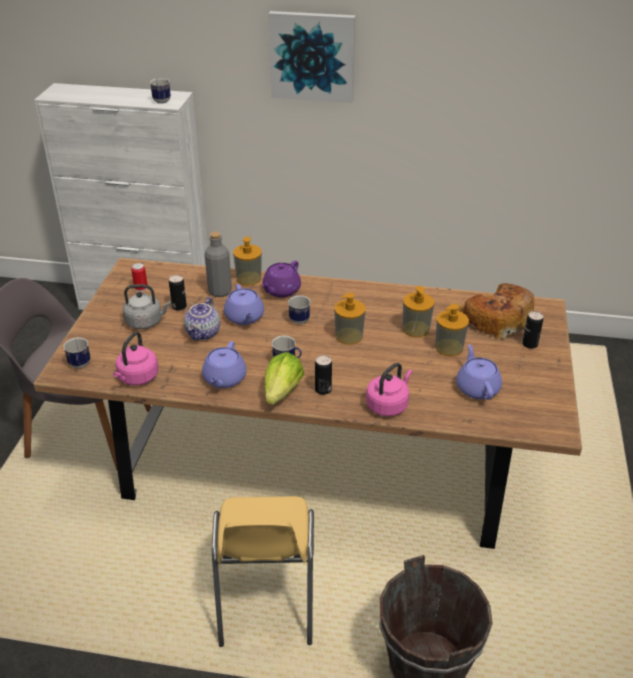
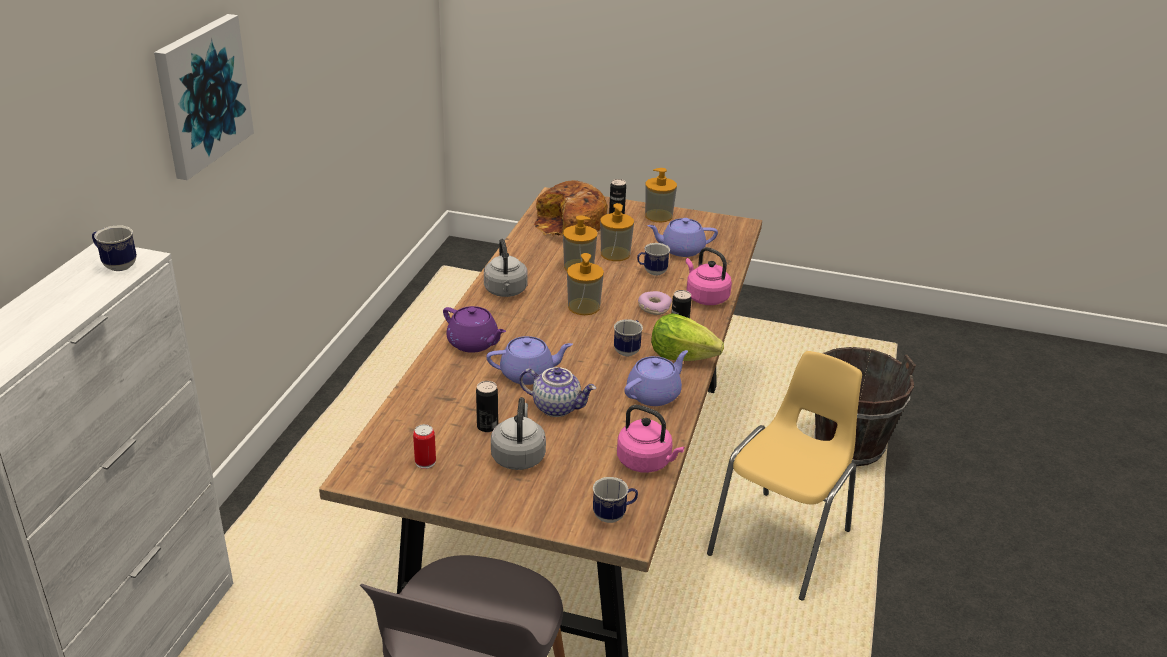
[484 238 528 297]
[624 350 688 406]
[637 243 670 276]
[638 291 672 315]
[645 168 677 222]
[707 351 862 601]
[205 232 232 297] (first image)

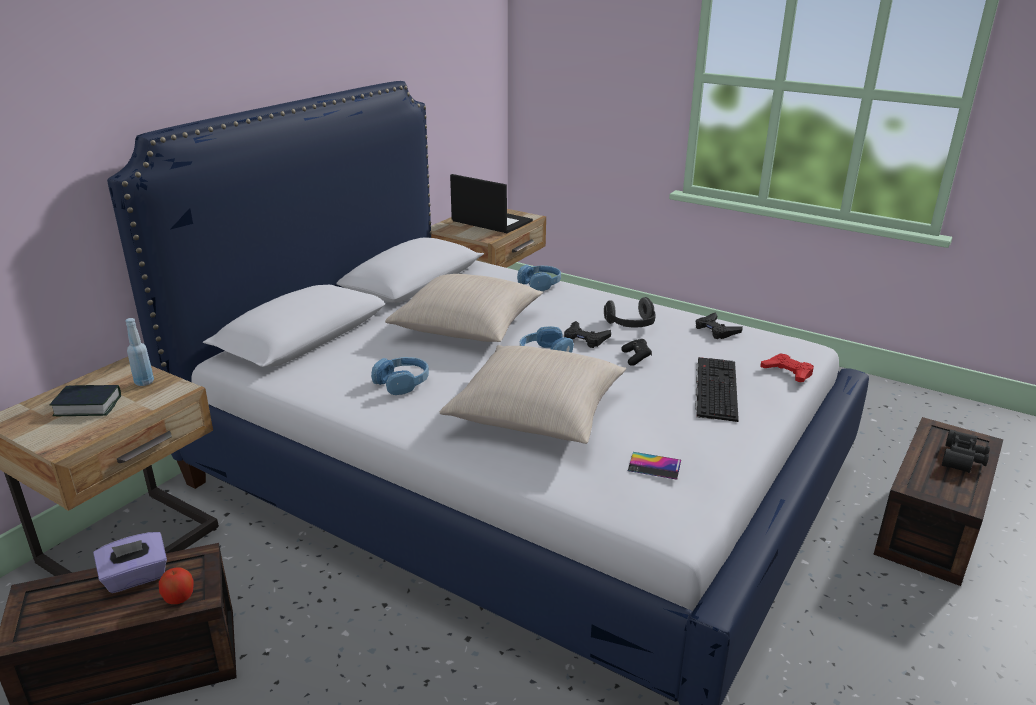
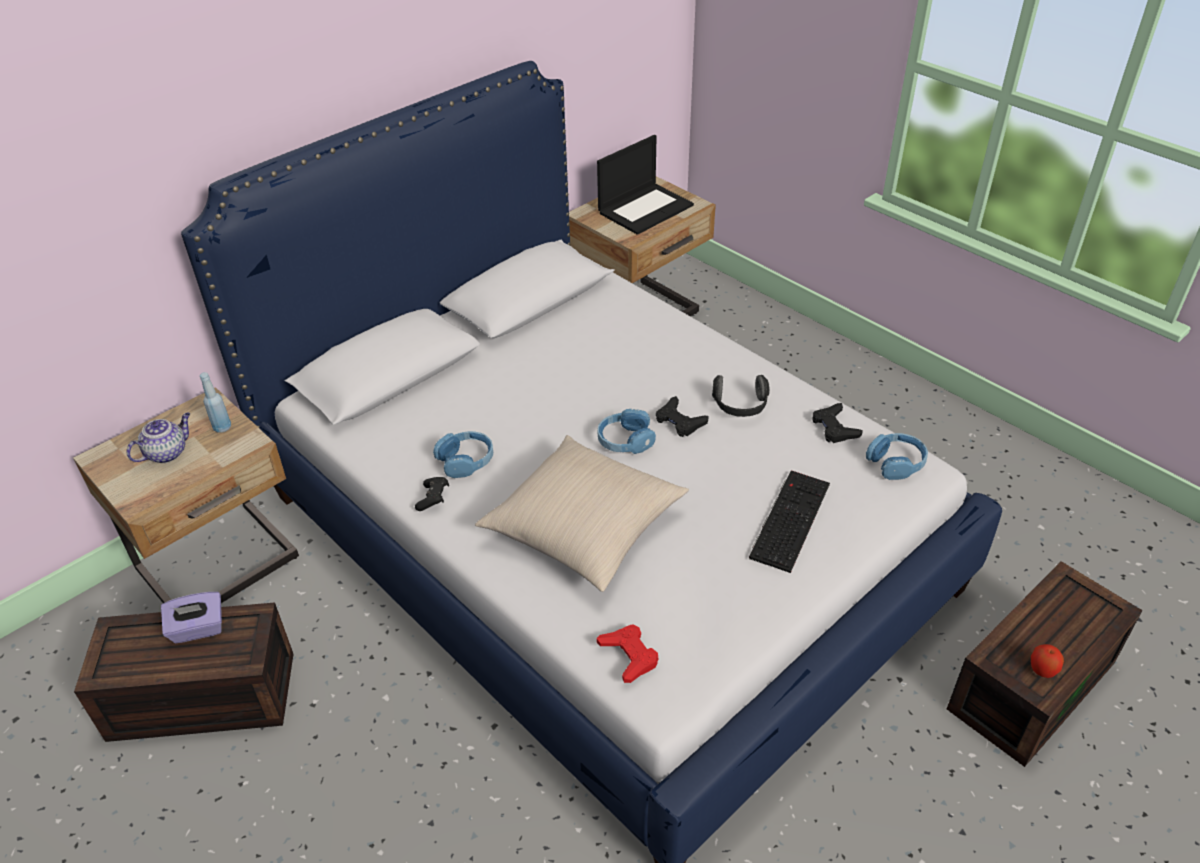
[126 413 190 463]
[415 477 449 511]
[596 624 658 683]
[597 135 694 235]
[866 433 928 480]
[1031 644 1064 678]
[385 274 543 342] (first image)
[628 452 681 480] (first image)
[942 429 990 473] (first image)

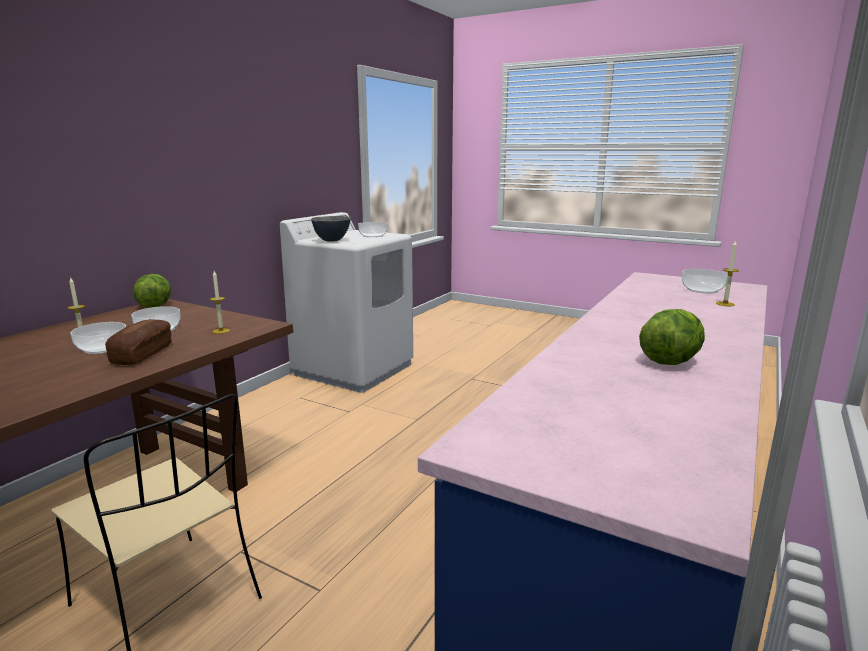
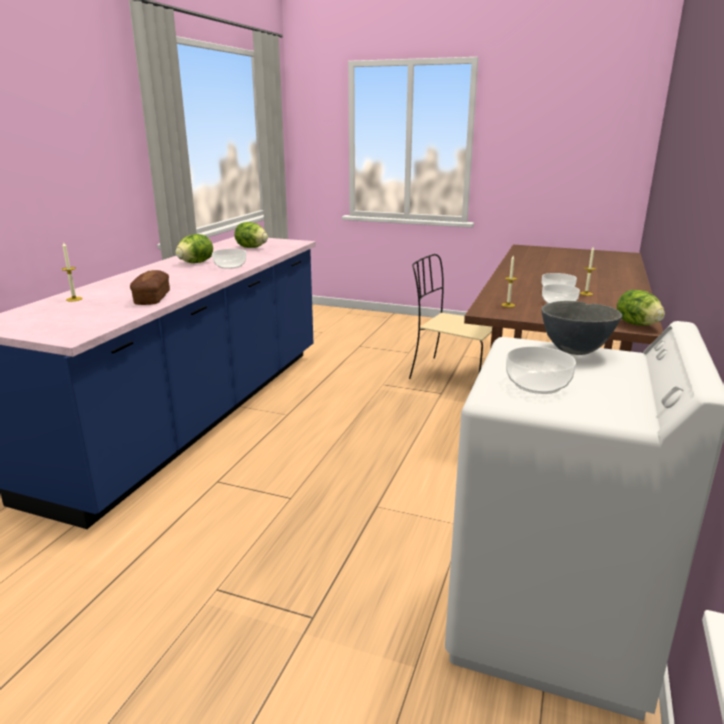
[130 270 170 305]
[212 249 246 269]
[234 222 268 248]

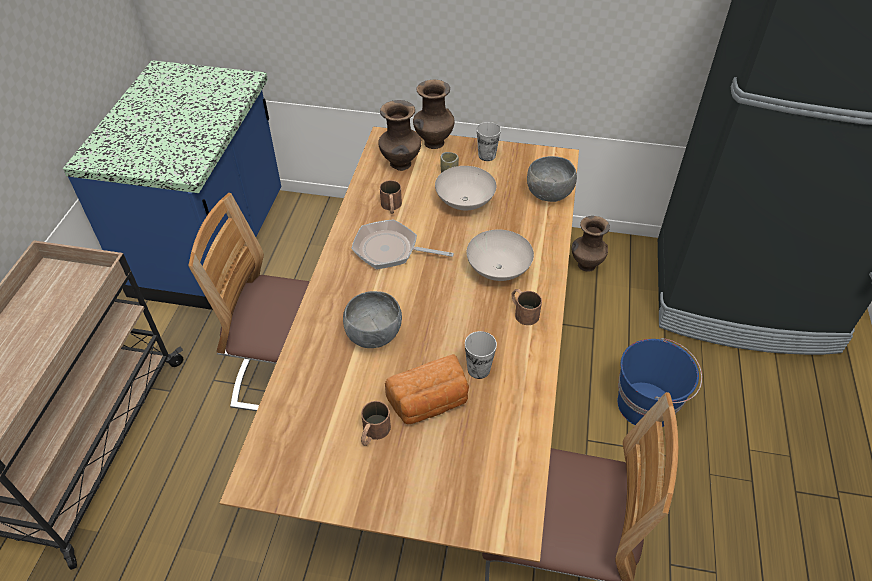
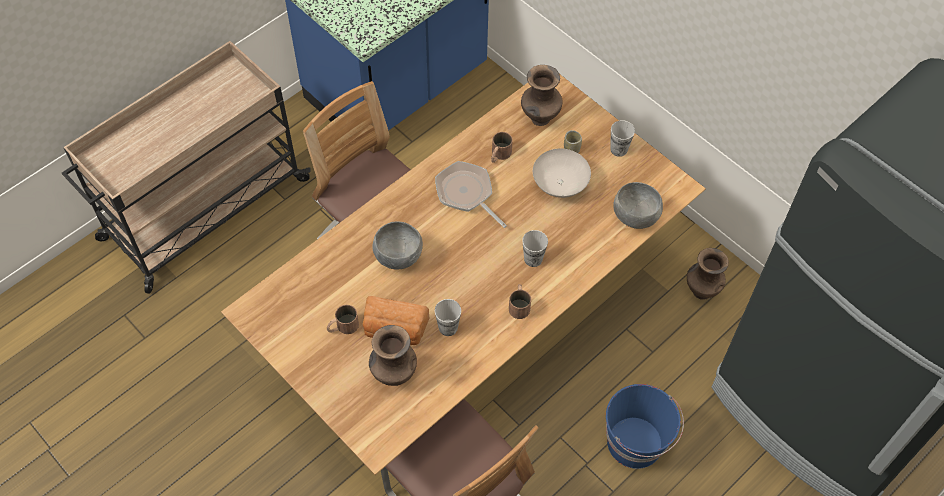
[369 325 417 386]
[522 230 548 267]

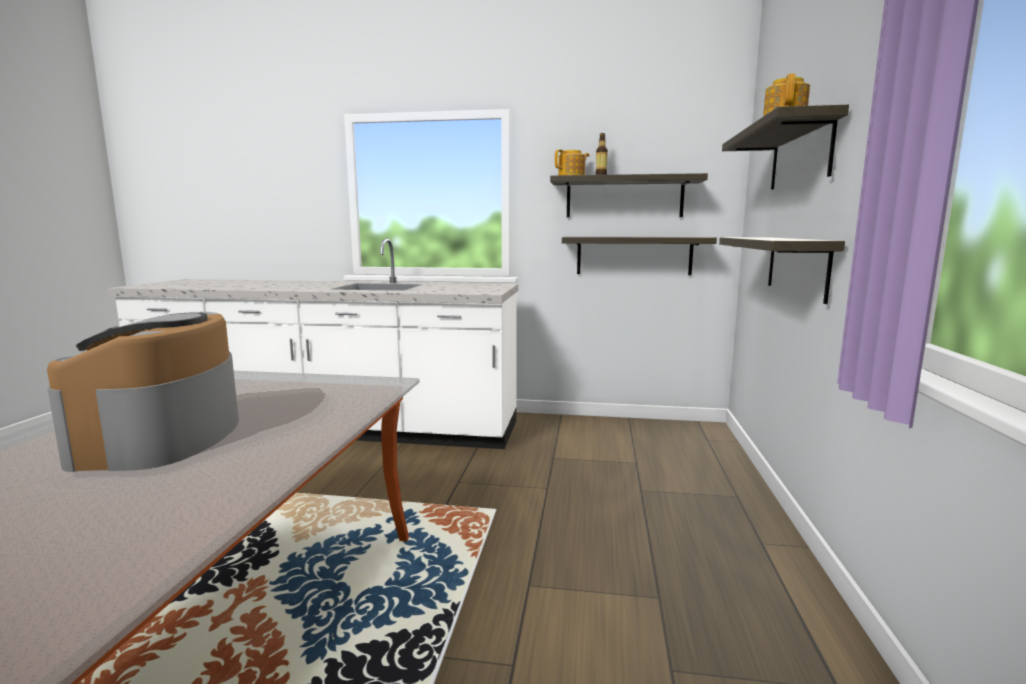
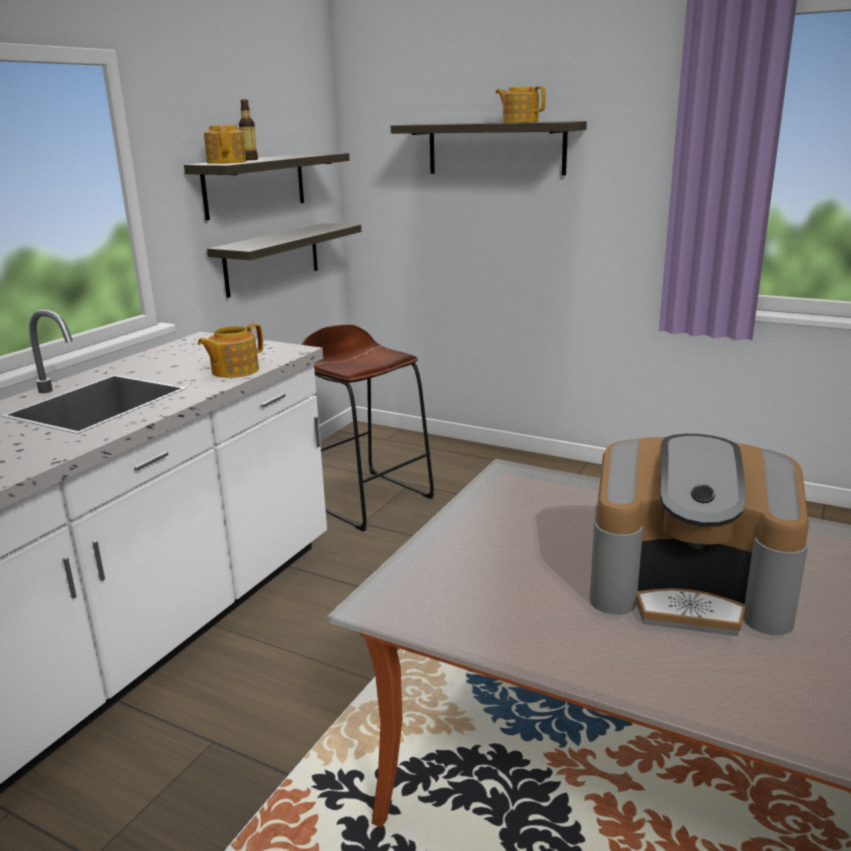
[198 323 263 378]
[302 325 434 531]
[719 237 845 304] (first image)

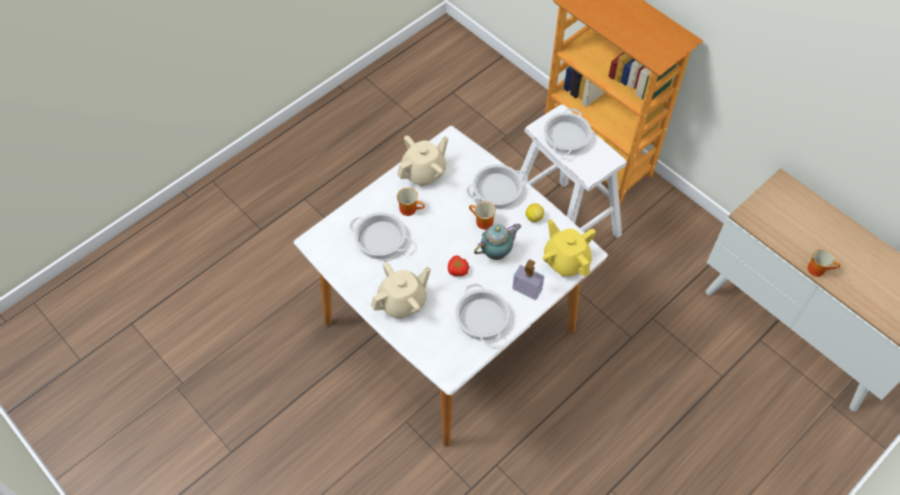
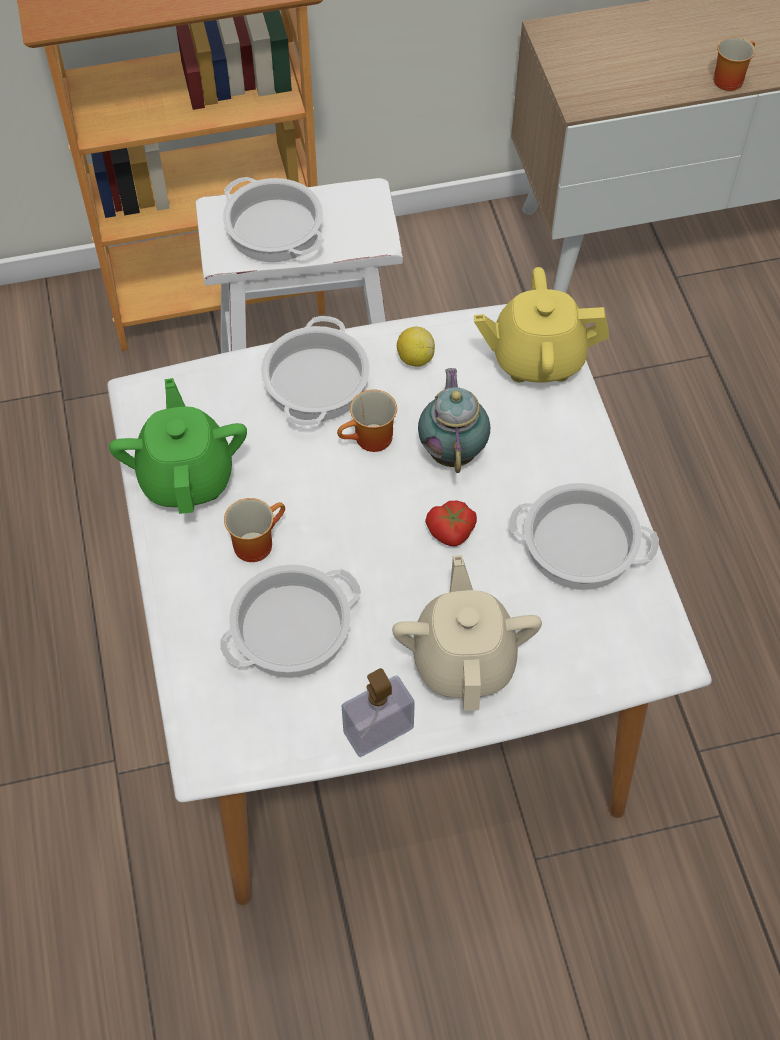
[109 378 247 514]
[342 668 415 757]

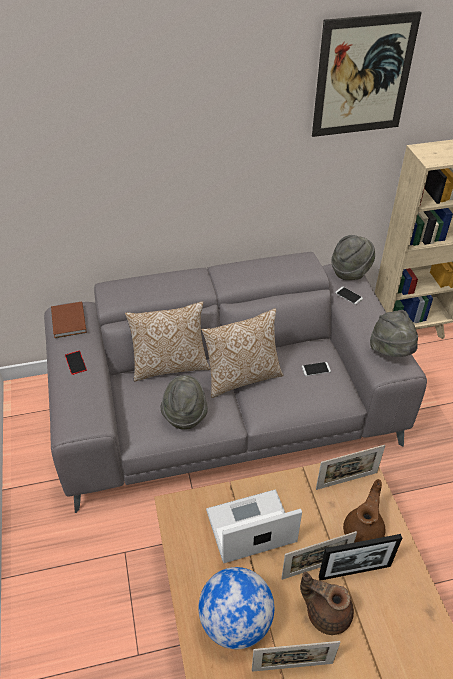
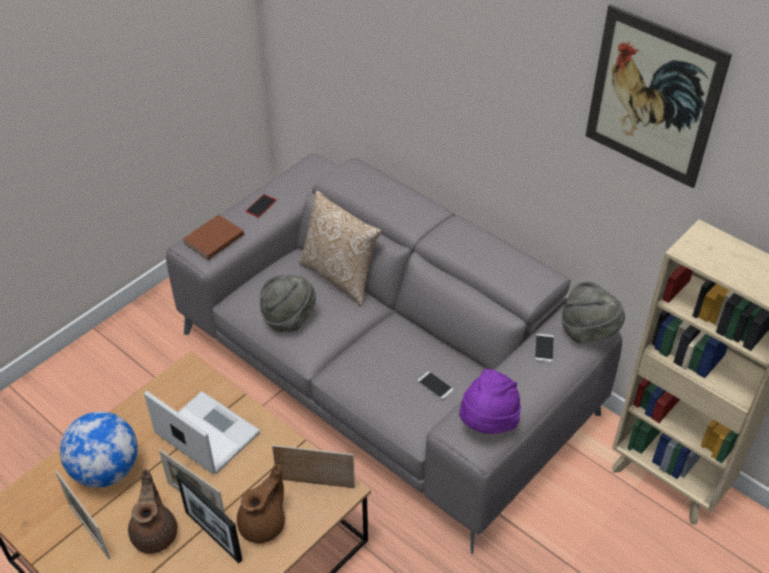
[183 214 244 260]
[237 464 285 543]
[272 445 355 488]
[459 369 521 434]
[202 308 283 398] (first image)

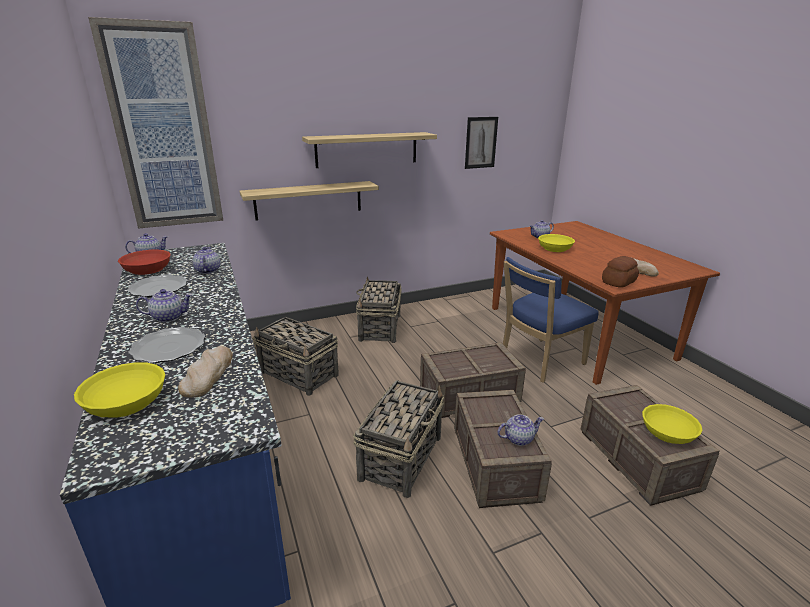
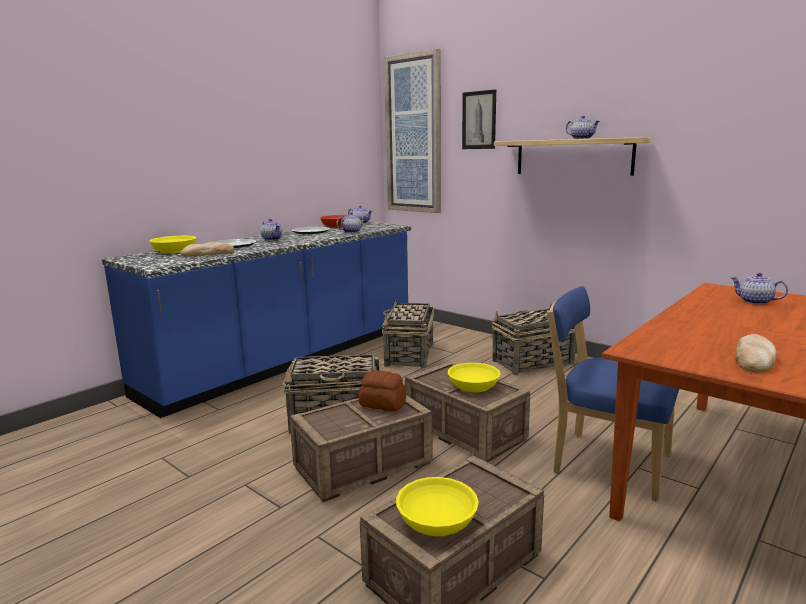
[358 370 406 412]
[448 363 500 392]
[462 89 496 149]
[566 116 600 139]
[240 181 379 221] (first image)

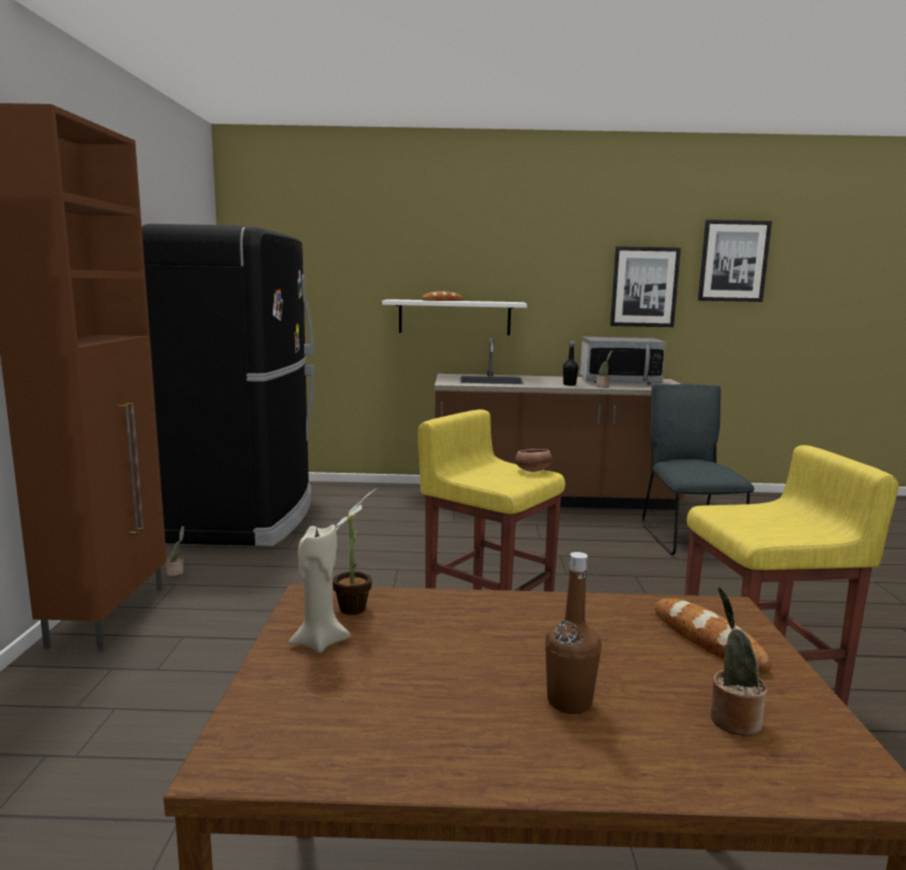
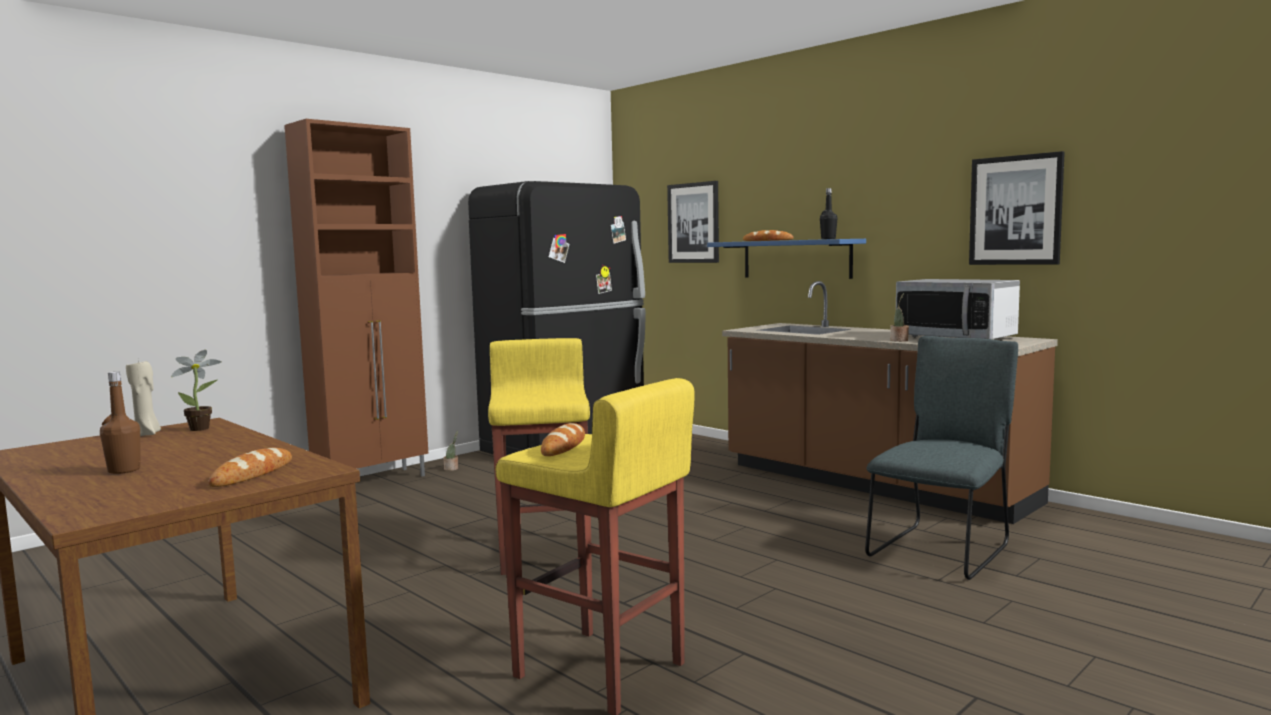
[541 423 585 456]
[667 181 719 263]
[707 239 866 279]
[820 188 838 239]
[515 449 552 472] (first image)
[711 587 767 736] (first image)

